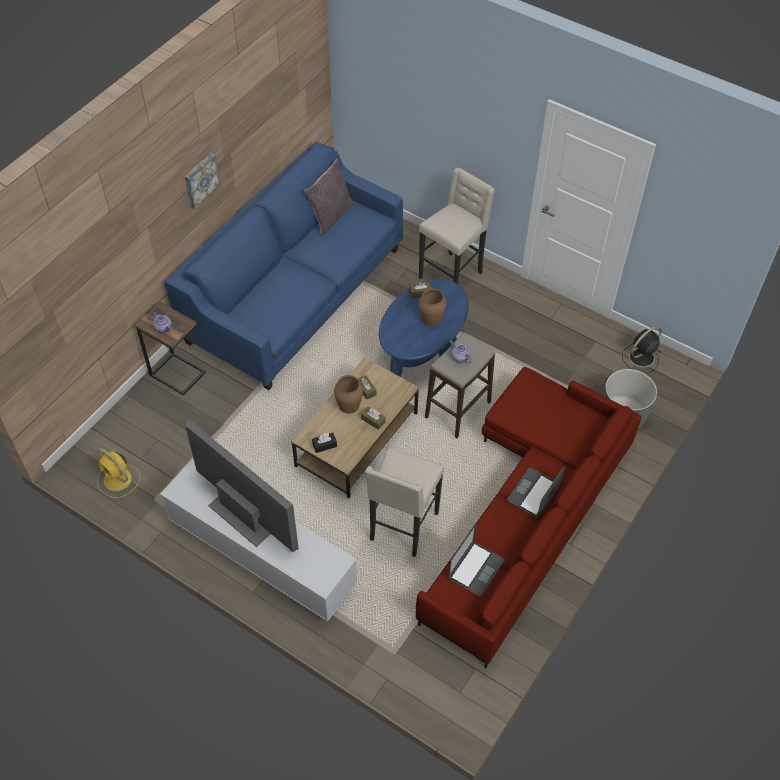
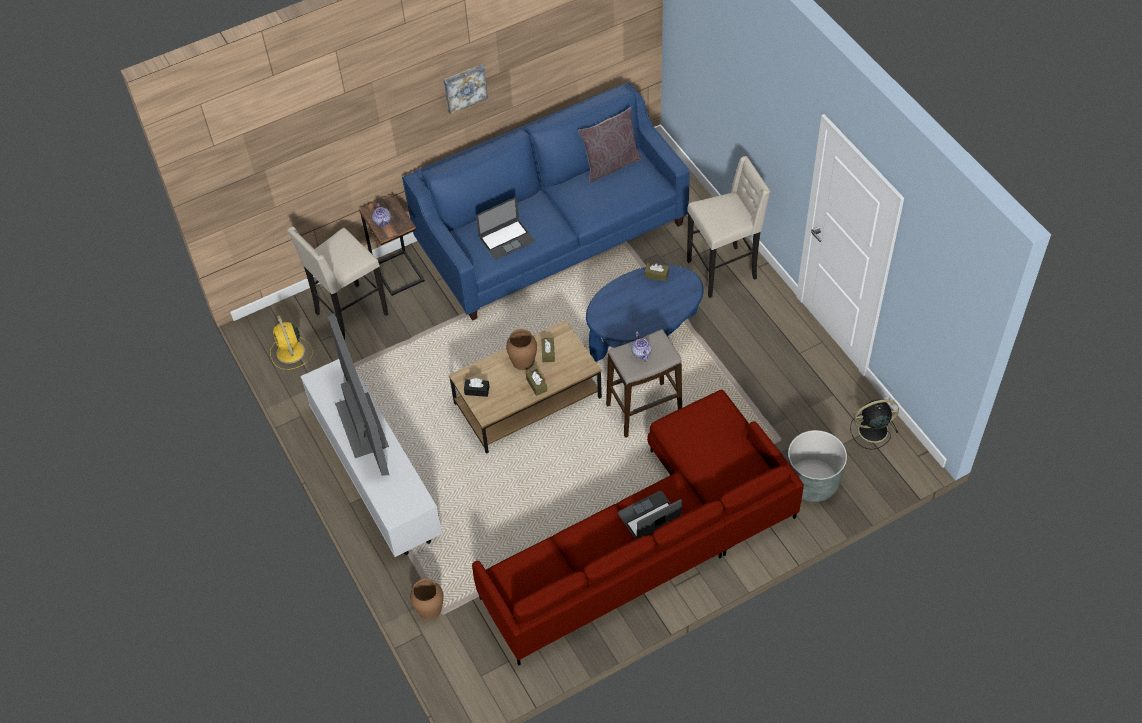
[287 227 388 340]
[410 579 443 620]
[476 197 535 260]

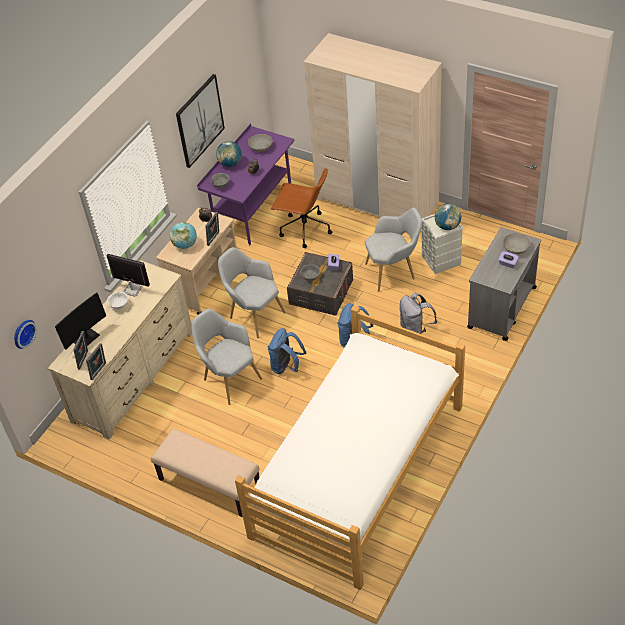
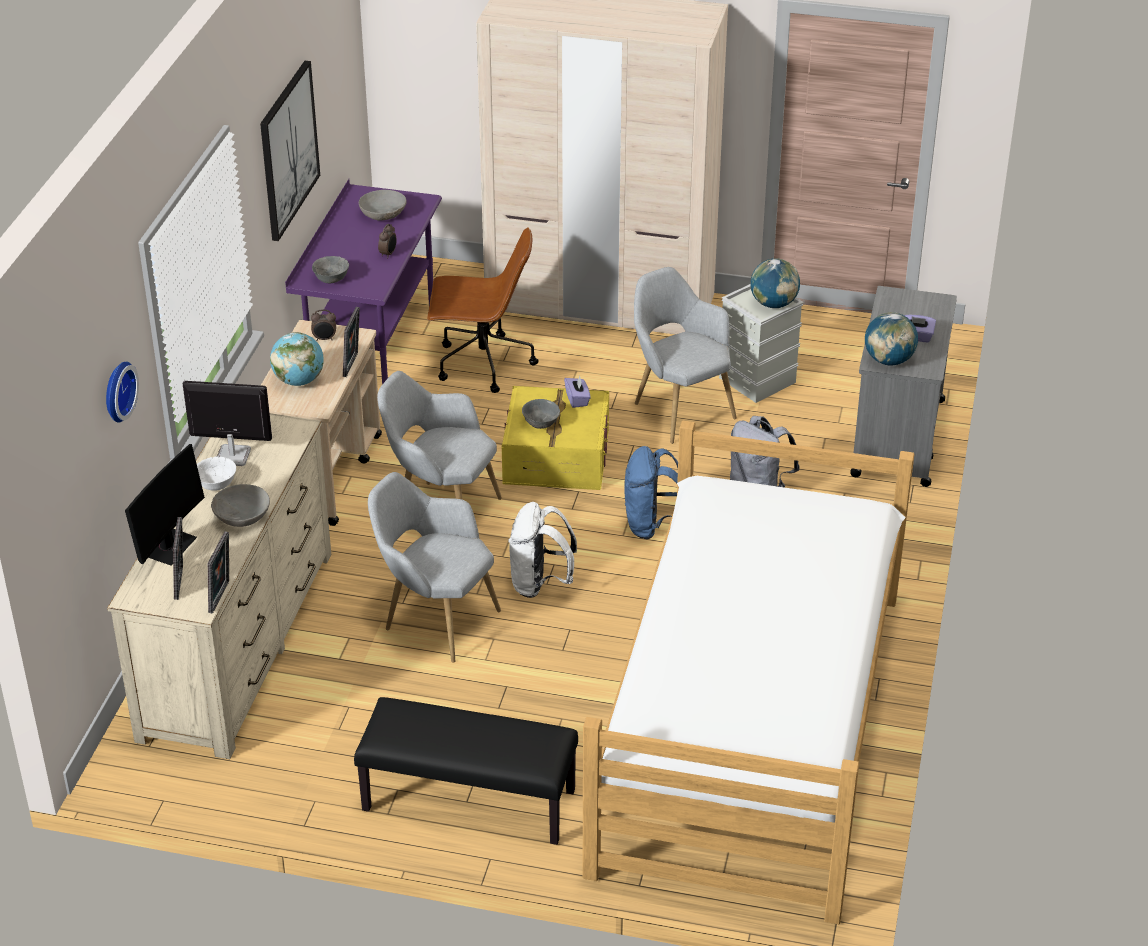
[106 362 139 423]
[211 484 270 527]
[354 697 578 845]
[502 386 609 490]
[508 502 577 598]
[634 267 737 444]
[865 312 918 366]

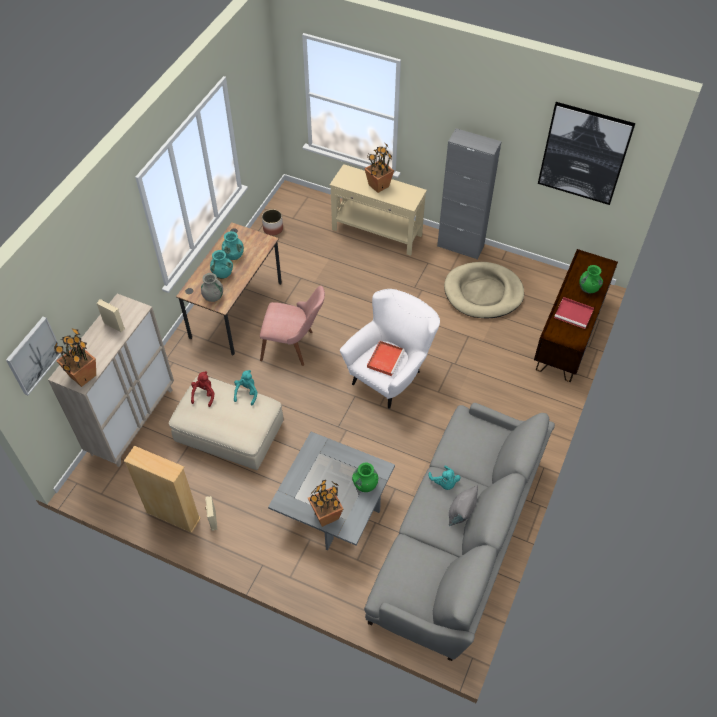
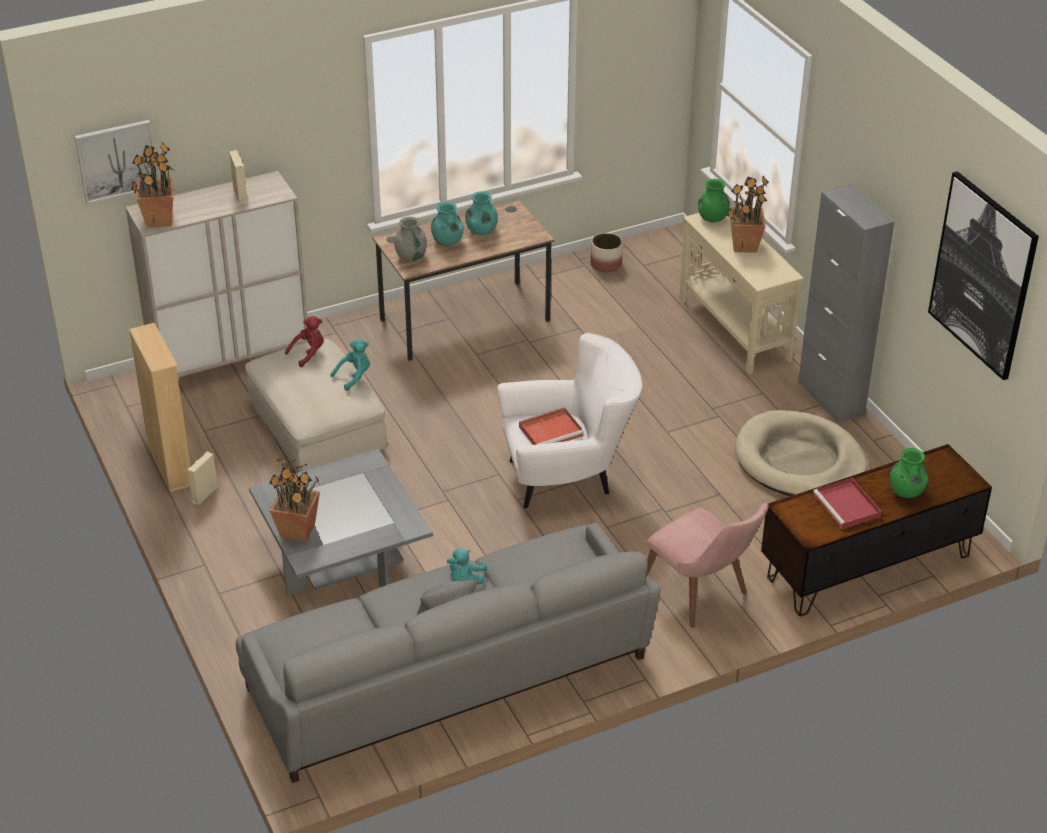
[646 503 769 628]
[698 179 730 222]

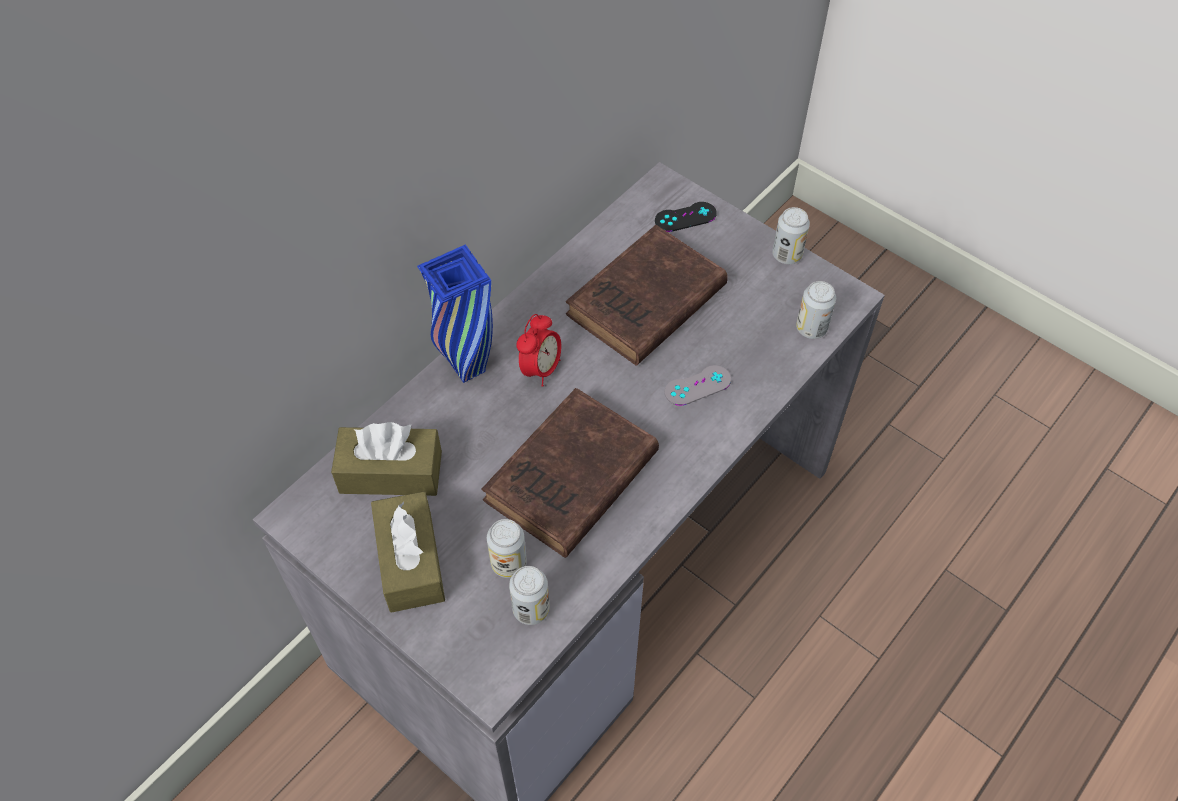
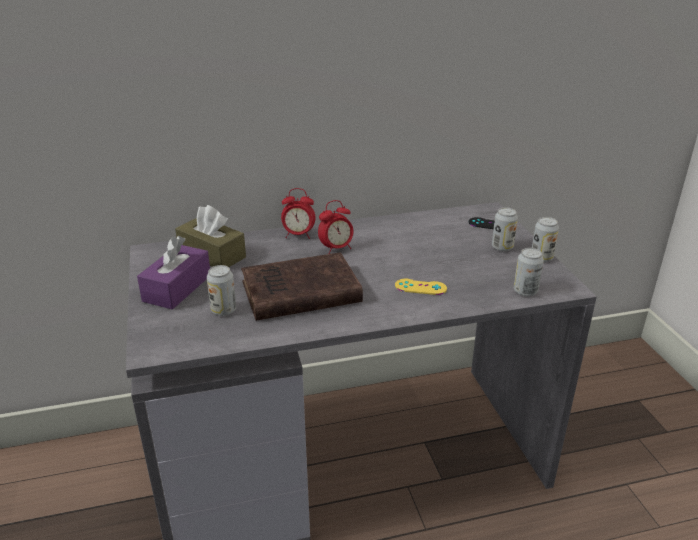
[137 236 210 310]
[281 188 315 239]
[395 279 447 295]
[492 207 518 252]
[566 225 728 366] (first image)

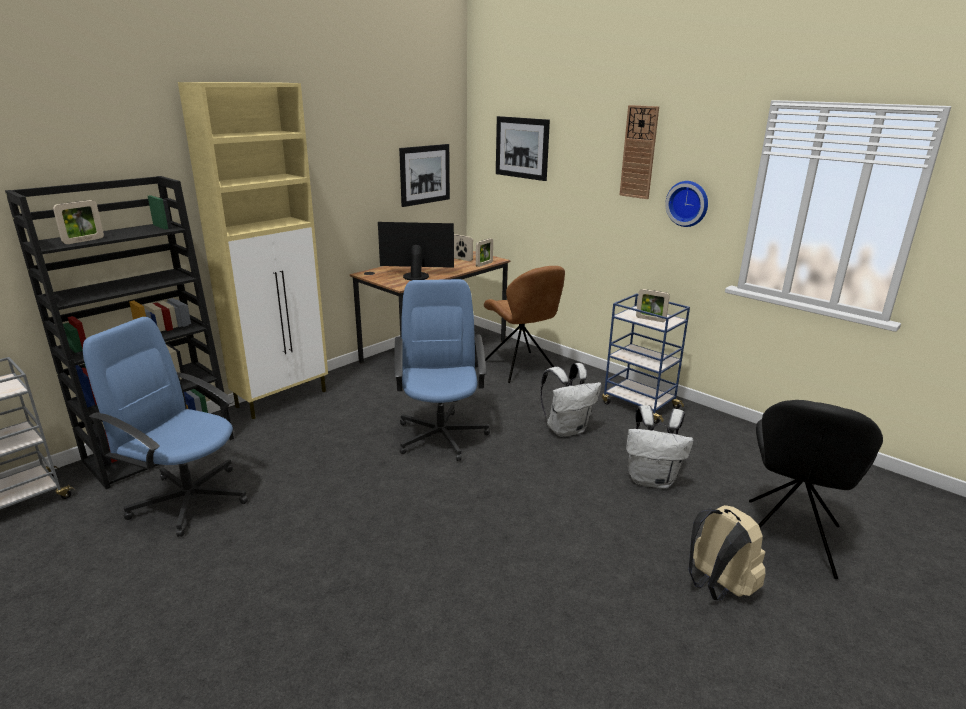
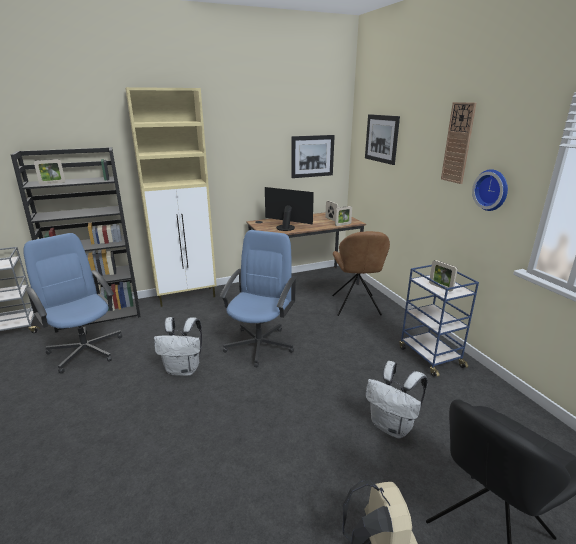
[154 317 202 376]

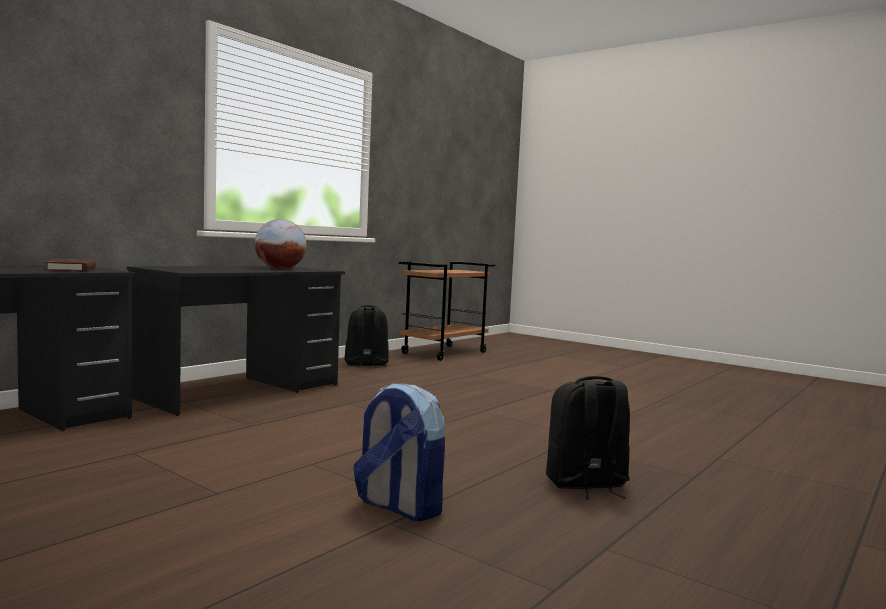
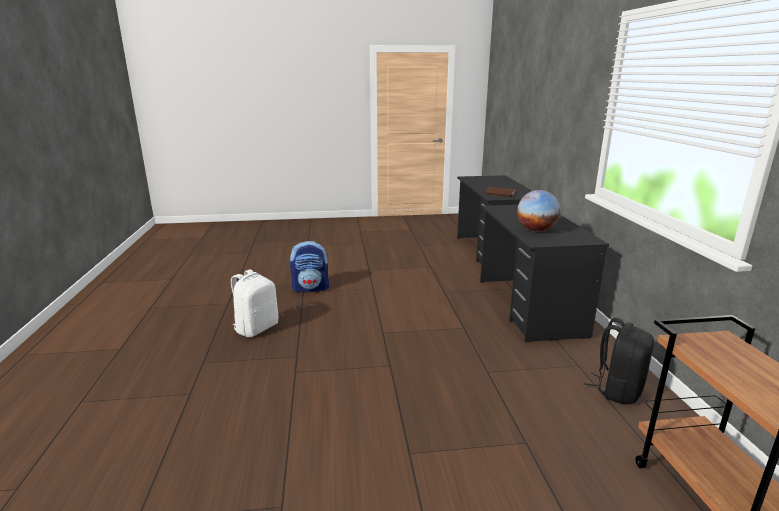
[231 269 278 337]

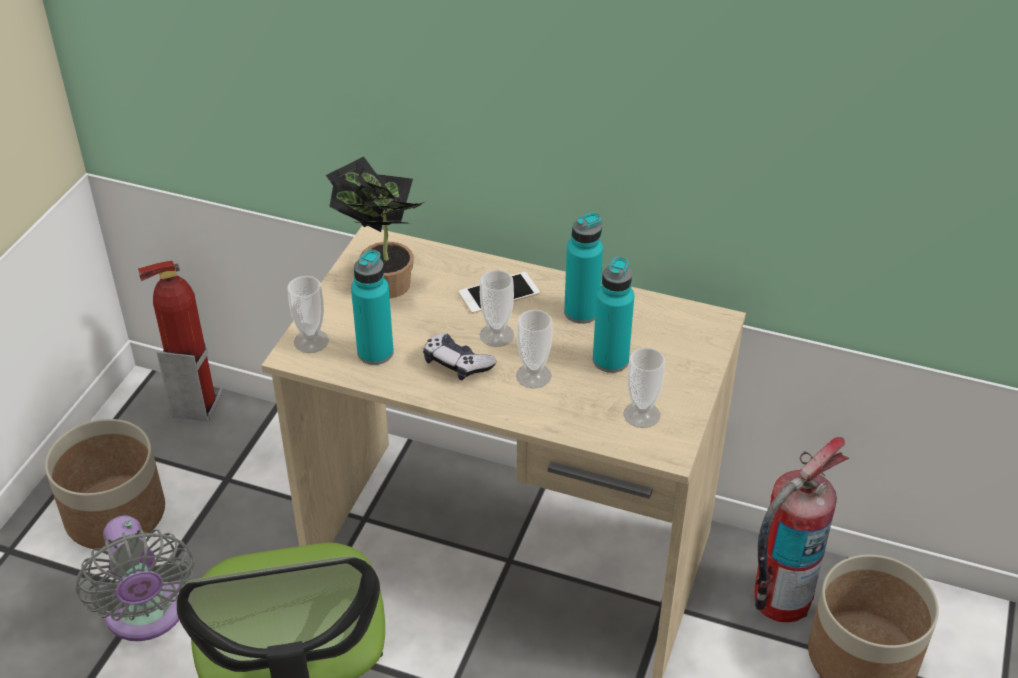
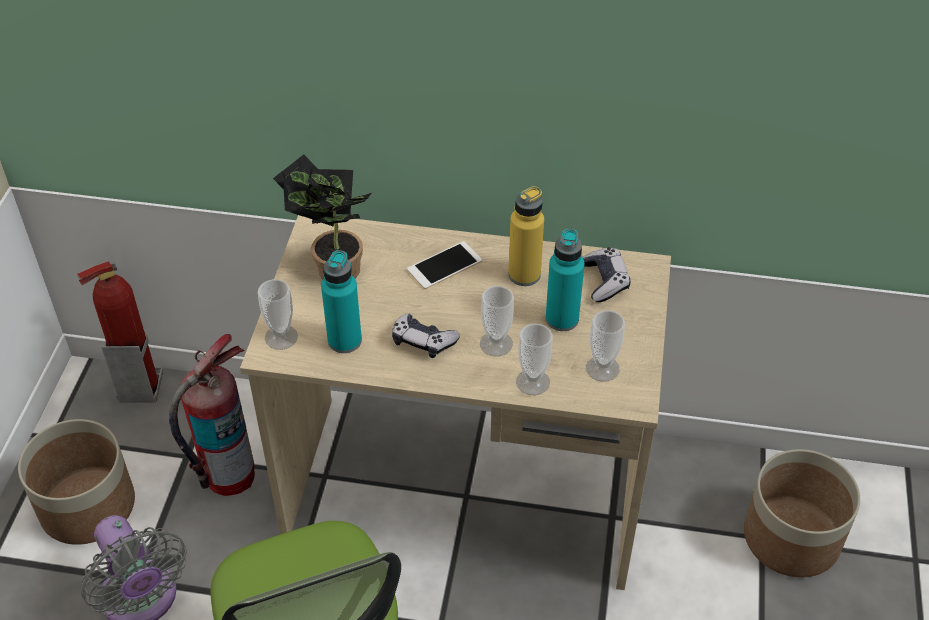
[169 334 255 496]
[508 186 544 286]
[516 324 552 395]
[582 247 631 302]

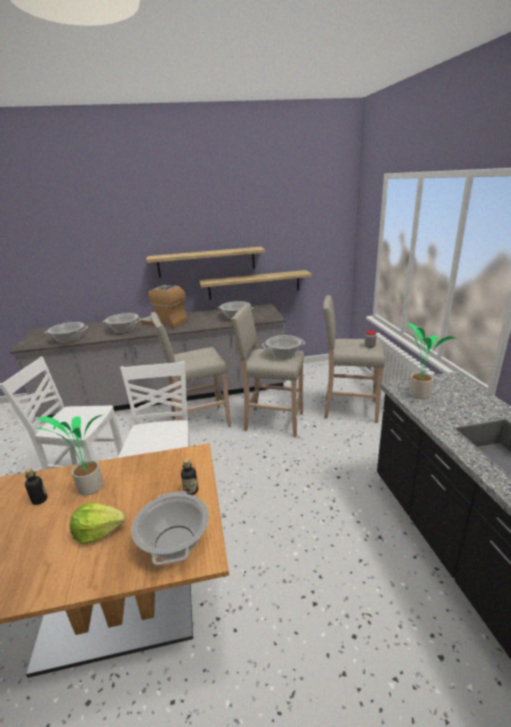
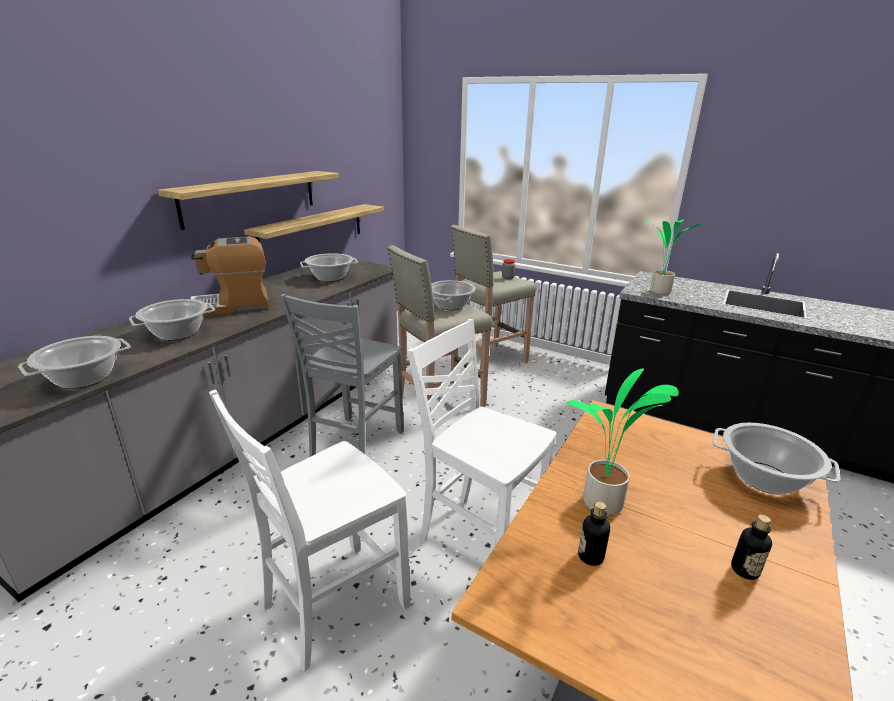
[280 294 404 457]
[731 514 772 580]
[70 503 126 544] (first image)

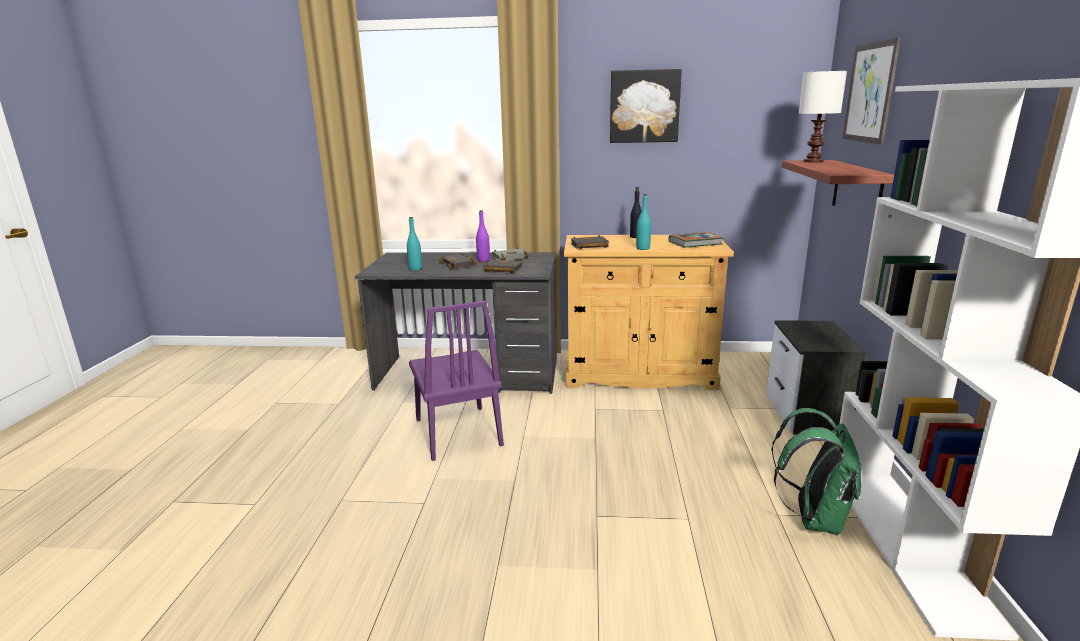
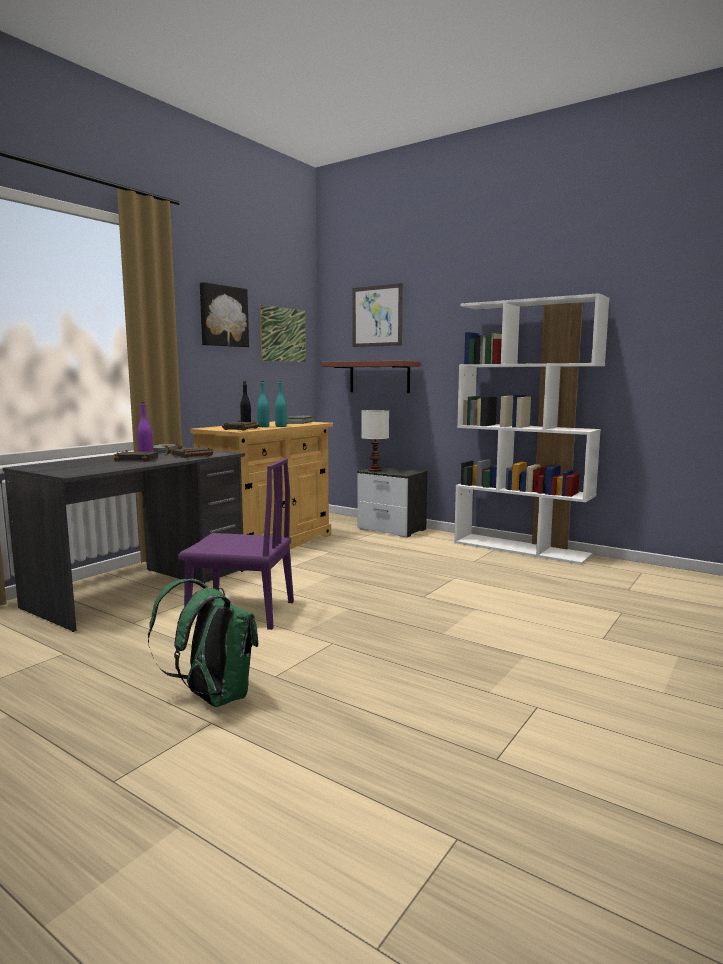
[148 579 258 707]
[257 381 269 427]
[260 305 306 362]
[362 410 389 472]

